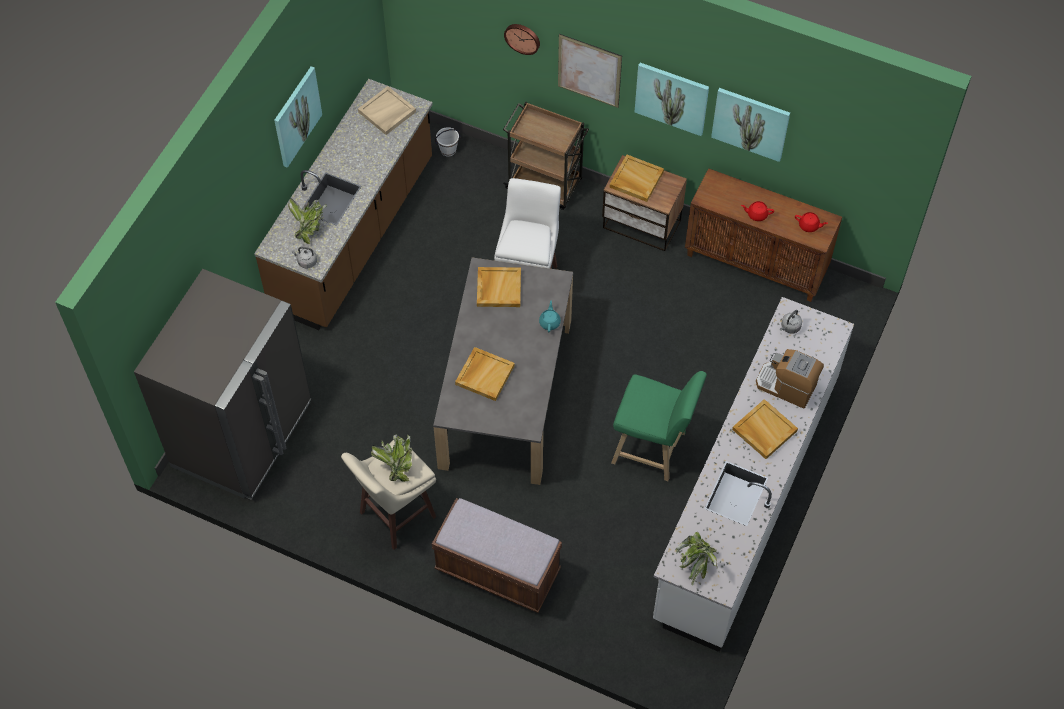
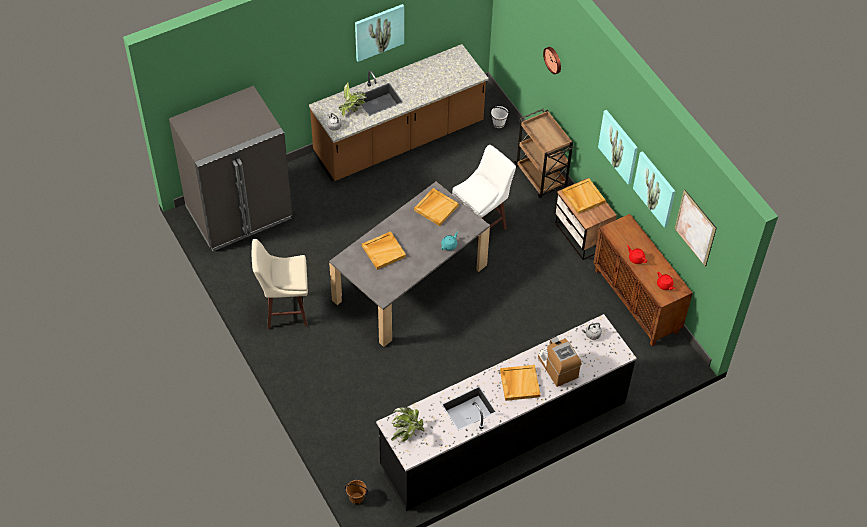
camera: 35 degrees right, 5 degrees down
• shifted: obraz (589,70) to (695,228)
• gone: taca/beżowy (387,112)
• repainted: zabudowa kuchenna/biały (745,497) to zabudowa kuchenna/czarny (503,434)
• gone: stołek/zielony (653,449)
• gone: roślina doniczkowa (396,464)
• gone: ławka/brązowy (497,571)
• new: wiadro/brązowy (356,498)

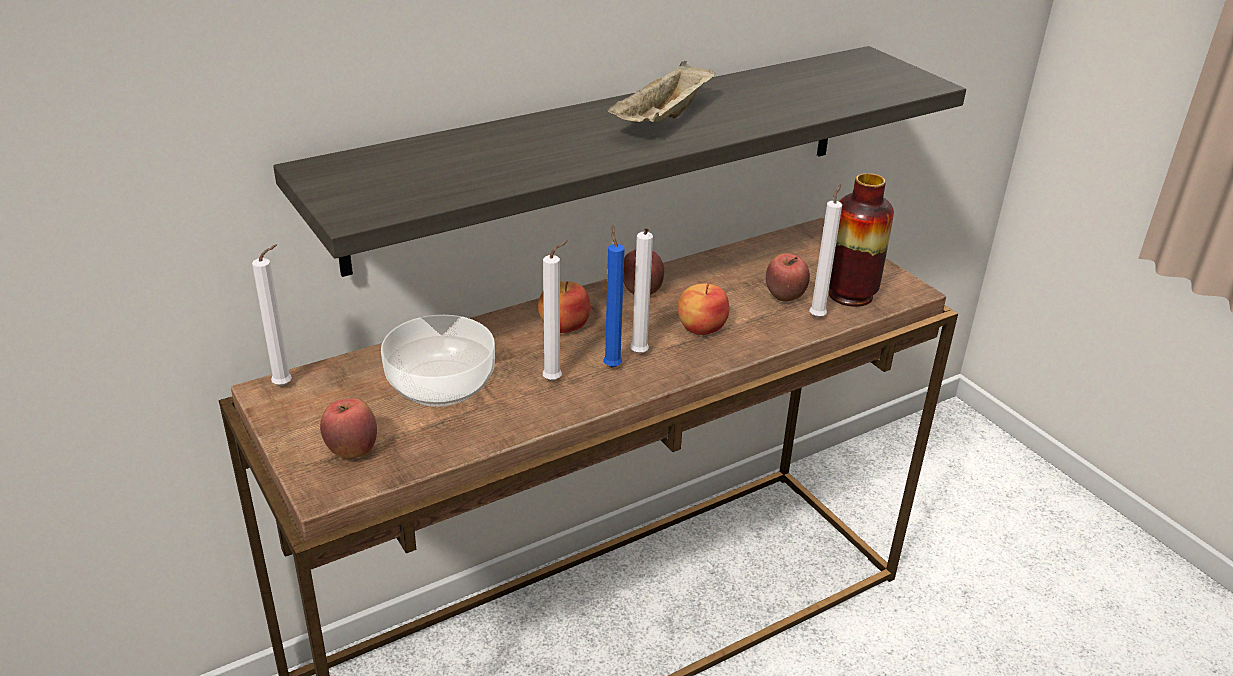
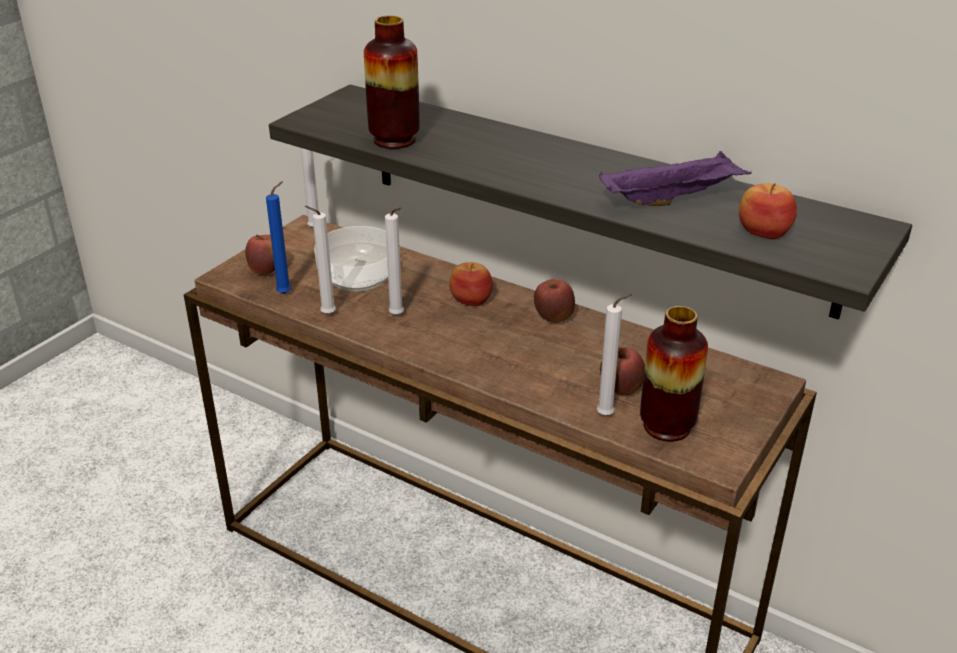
camera: 65 degrees right, 0 degrees up
• gone: taca/beżowy (663,120)
• shifted: świeca/niebieski (612,365) to (286,293)
• shifted: świeca/biały (638,355) to (325,315)
• shifted: jabłko (701,328) to (763,231)
• new: wazon (394,140)
• new: taca/fioletowy (672,198)

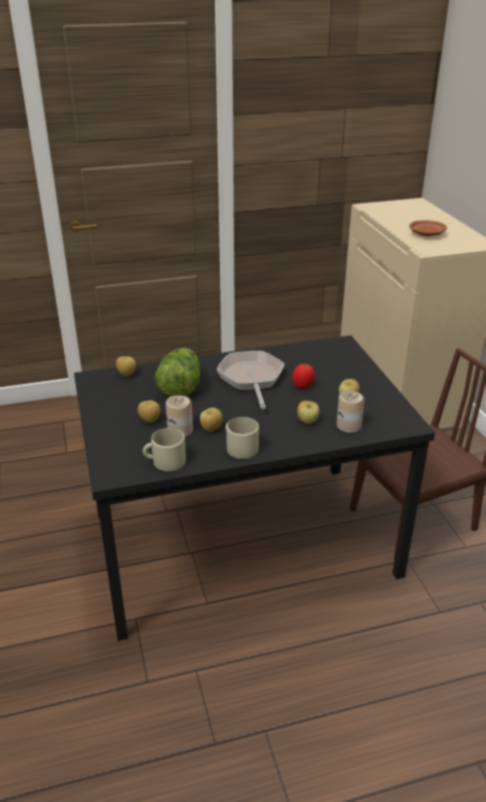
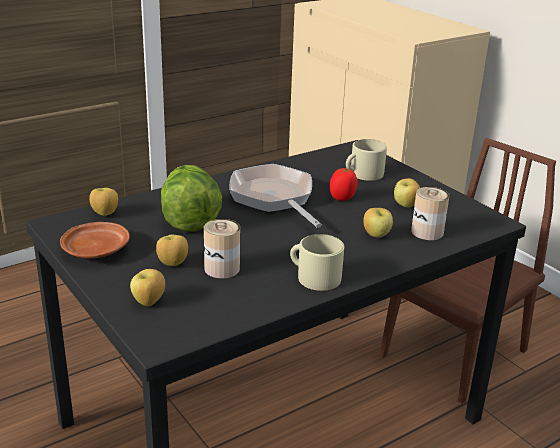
camera: 20 degrees left, 5 degrees down
• shifted: talerz/brązowy (427,234) to (96,250)
• shifted: jabłko (211,429) to (149,302)
• shifted: kubek/beżowy (165,461) to (363,174)

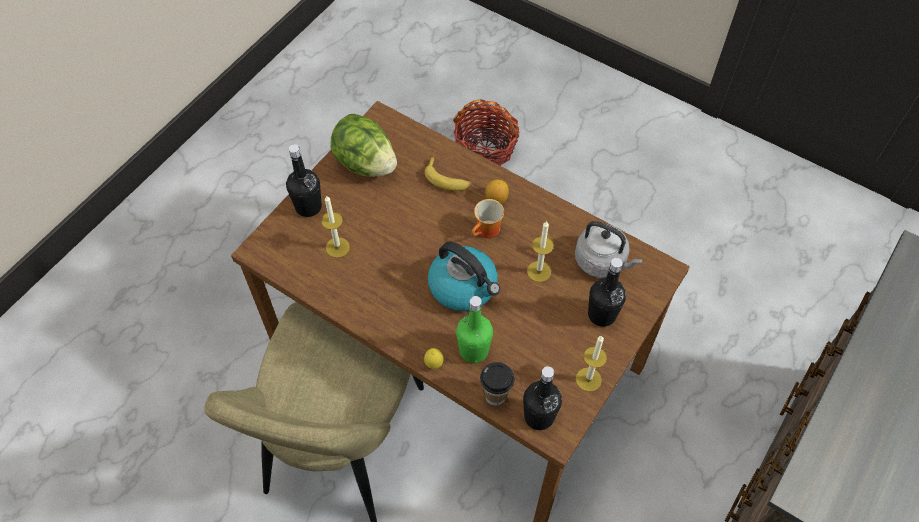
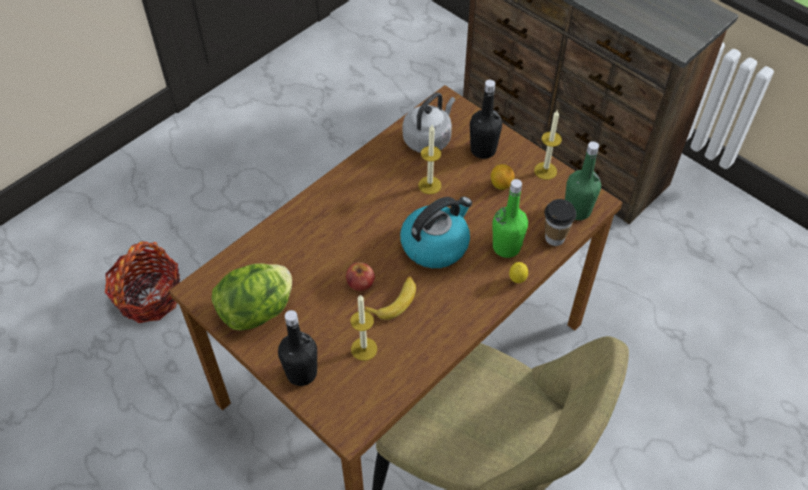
camera: 80 degrees left, 5 degrees down
• shifted: banan (448,179) to (394,301)
• shifted: cytryna (496,198) to (501,185)
• gone: kubek (487,231)
• repainted: butelka/czarny (539,416) to butelka/zielony (577,210)
• new: jabłko (360,282)

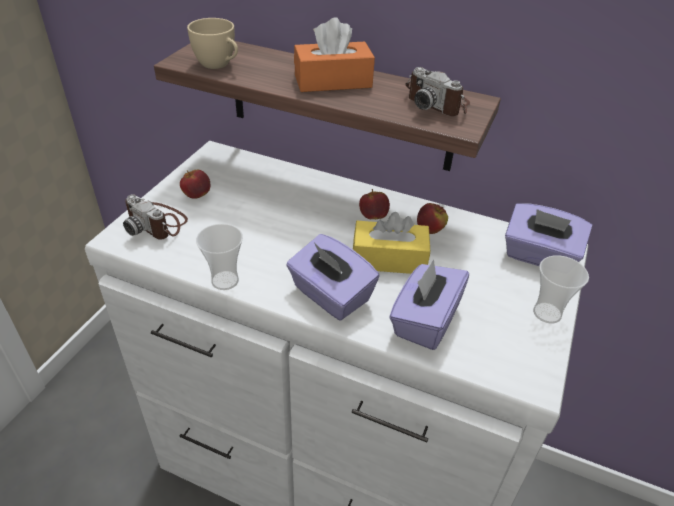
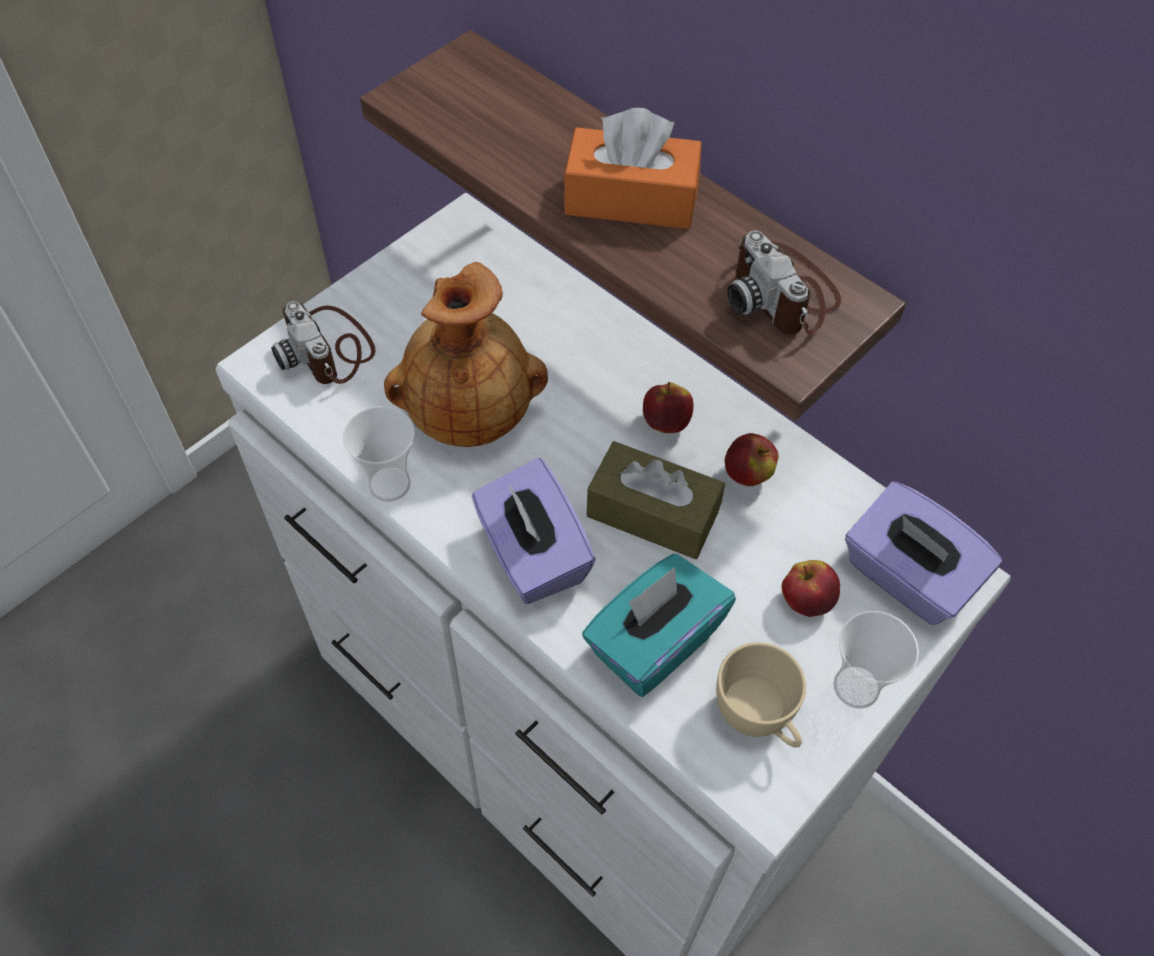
camera: 20 degrees right, 15 degrees up
• shifted: filiżanka/beżowy (219,65) to (758,719)
• shifted: jabłko (197,195) to (806,601)
• repainted: pudełko chusteczek/żółty (389,259) to pudełko chusteczek/brązowy (652,513)
• repainted: pudełko chusteczek/fioletowy (424,321) to pudełko chusteczek/turkusowy (653,642)
• new: wazon/brązowy (469,413)

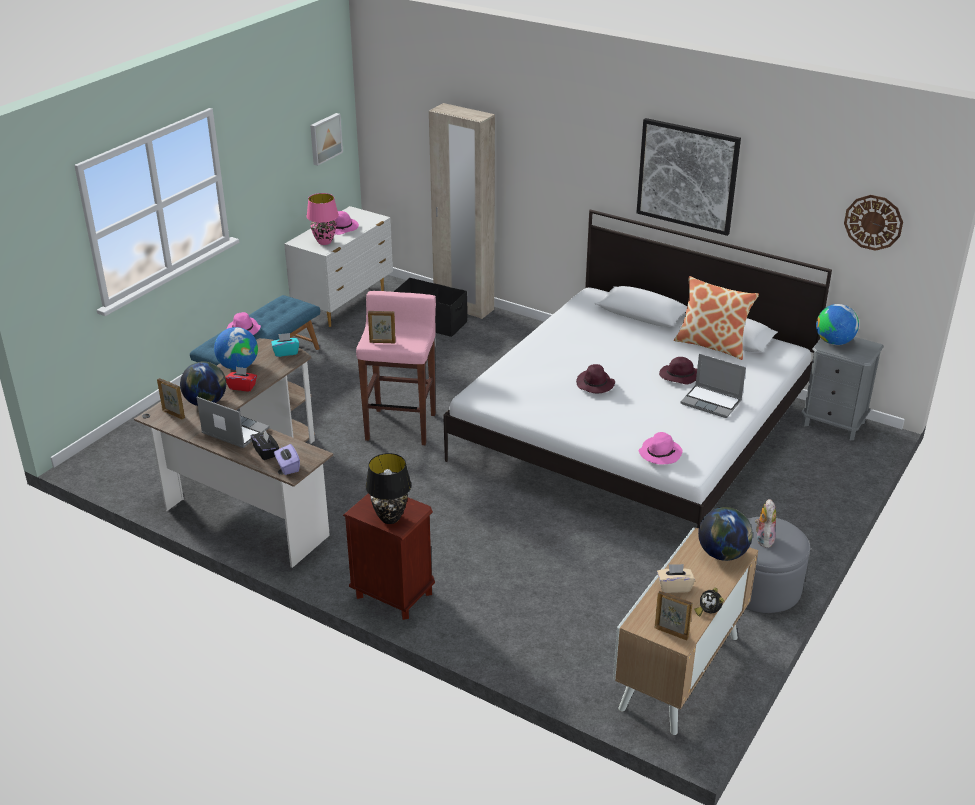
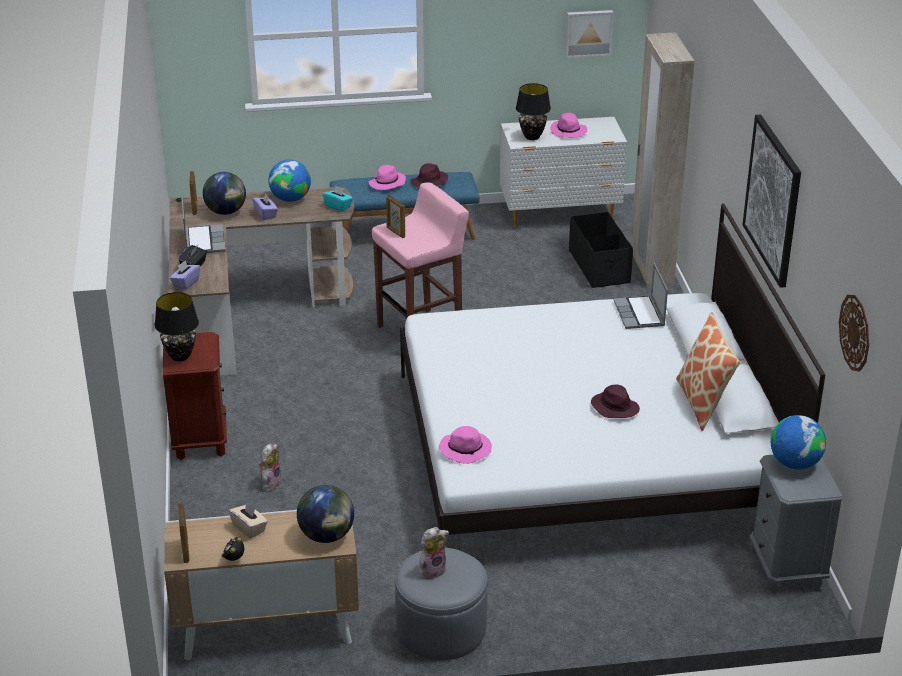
camera: 50 degrees right, 0 degrees up
• repainted: lampa stołowa/różowy (324,242) to lampa stołowa/czarny (531,137)
• shifted: laptop (712,402) to (640,314)
• shifted: kapelusz/fioletowy (595,384) to (429,182)
• repainted: pudełko chusteczek/czerwony (242,387) to pudełko chusteczek/fioletowy (265,214)
• new: pluszak (270,483)

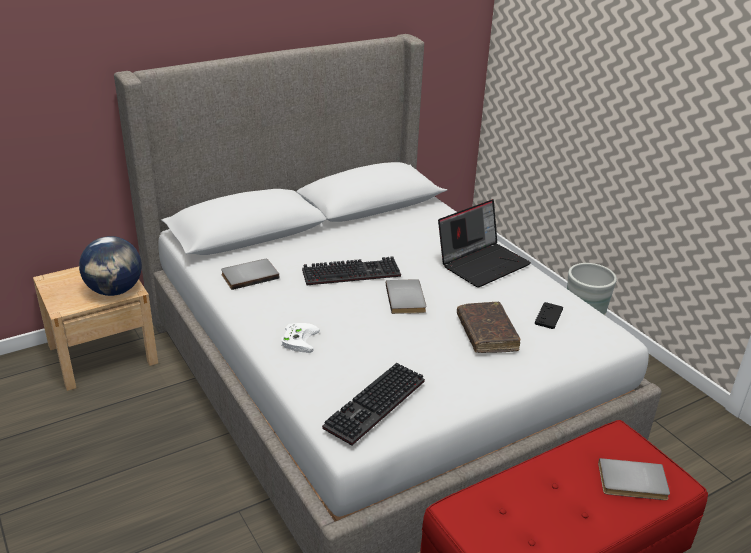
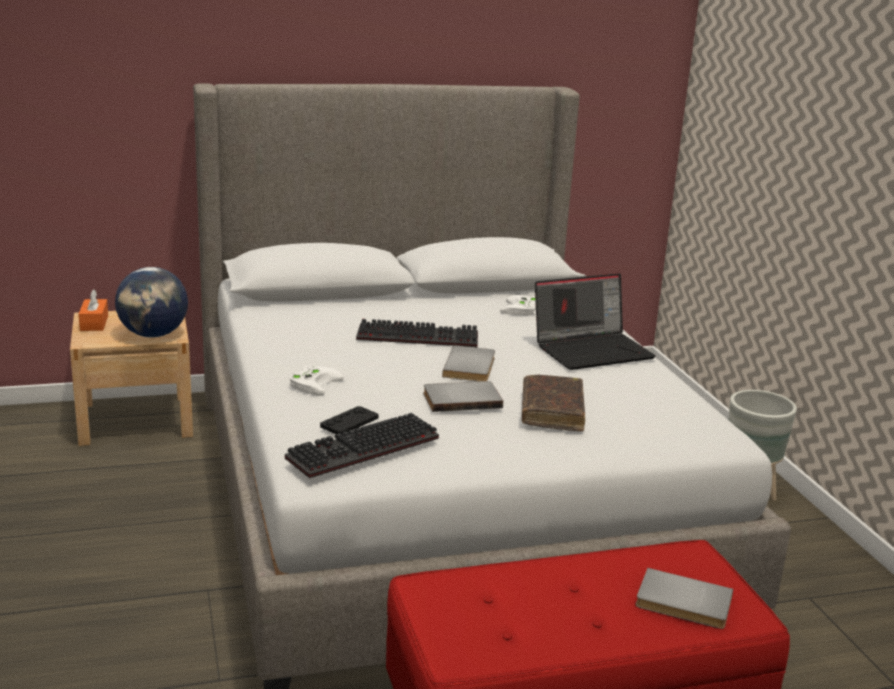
camera: 15 degrees right, 10 degrees down
• shifted: książka/szary (249,275) to (461,399)
• shifted: pad do gier/czarny (548,316) to (349,422)
• new: pudełko chusteczek/pomarańczowy (94,323)
• new: pad do gier/biały (521,309)

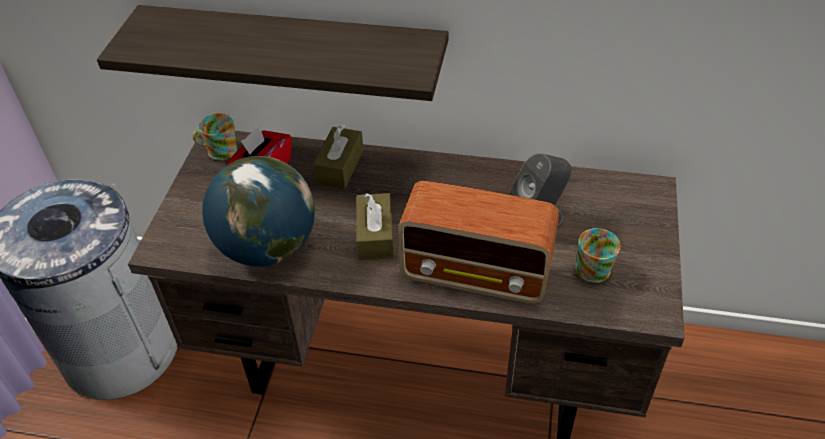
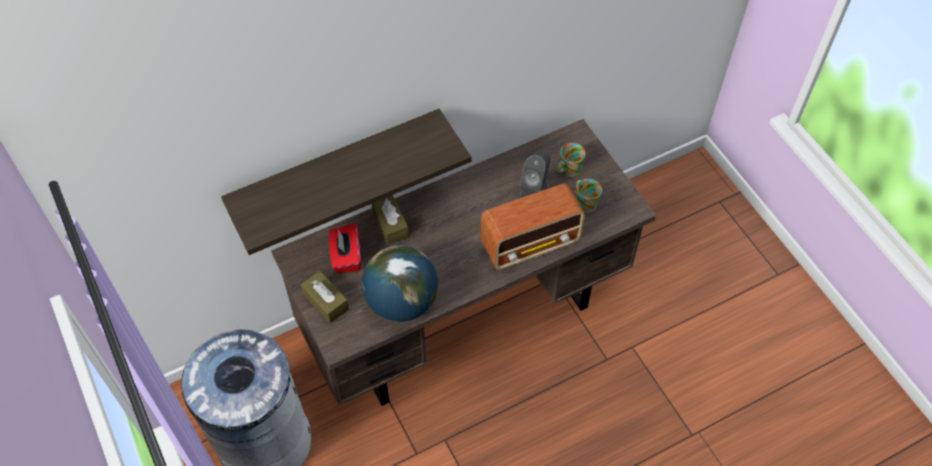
camera: 40 degrees left, 10 degrees up
• shifted: kubek (218,150) to (567,169)
• shifted: pudełko chusteczek/brązowy (375,235) to (326,301)

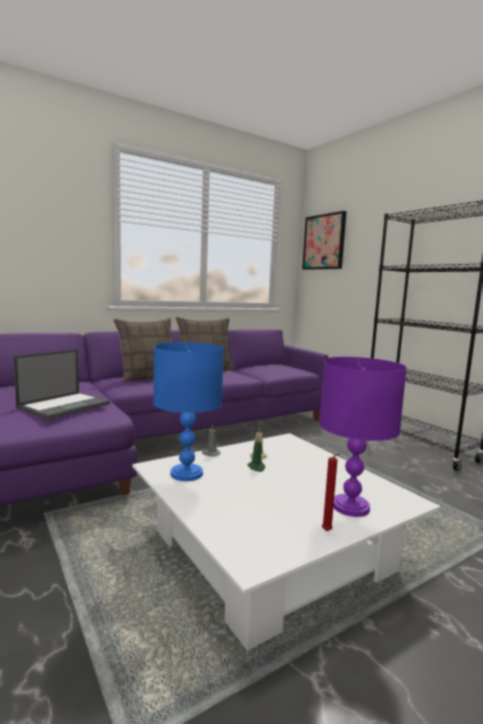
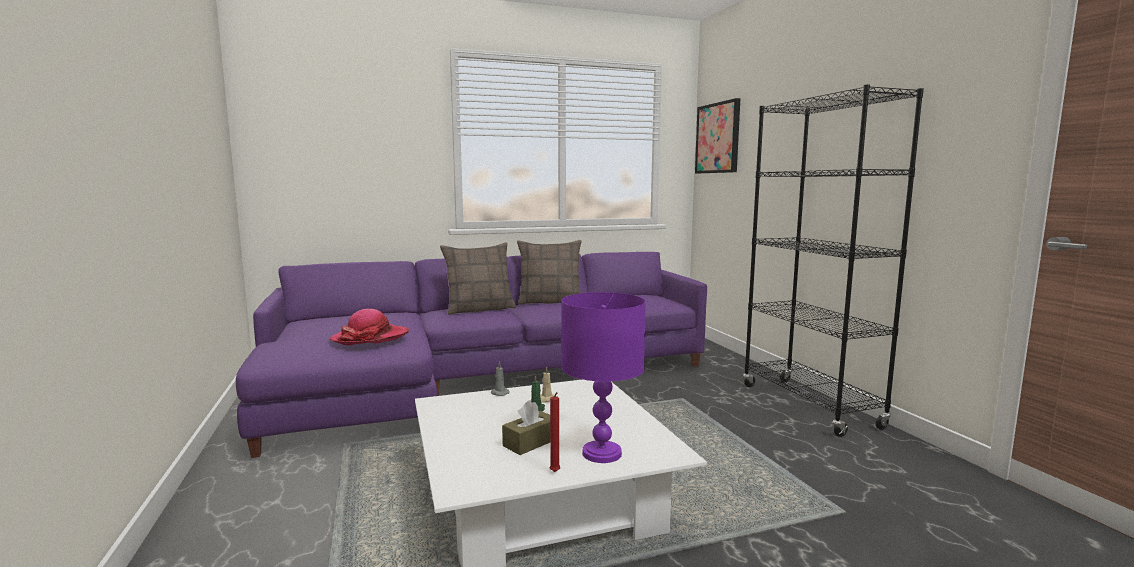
camera: 15 degrees right, 0 degrees up
• gone: lampa stołowa/niebieski (186,474)
• swapped: laptop (65,405) to kapelusz (370,338)
• new: pudełko chusteczek/brązowy (530,442)

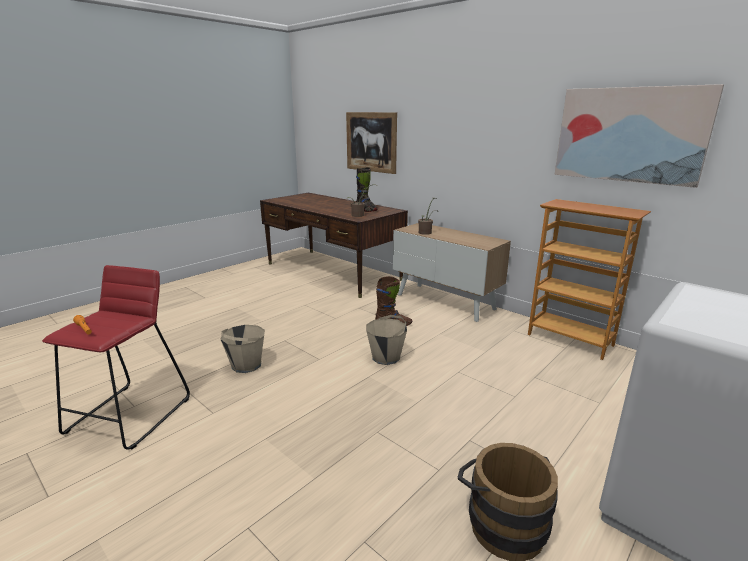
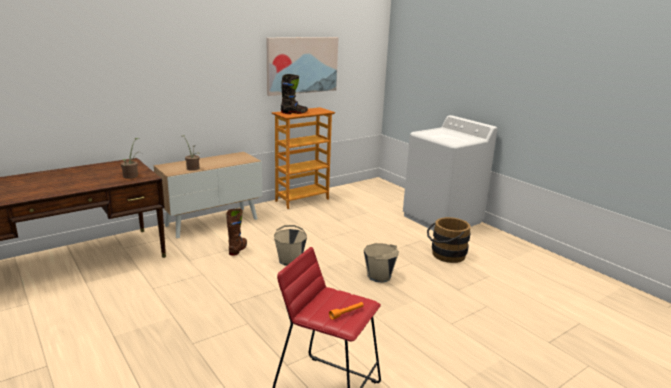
camera: 80 degrees left, 0 degrees up
• gone: obraz (371,142)
• shifted: but z cholewką/czarny (366,210) to (294,113)
• shifted: wiadro/beżowy (246,365) to (379,276)

